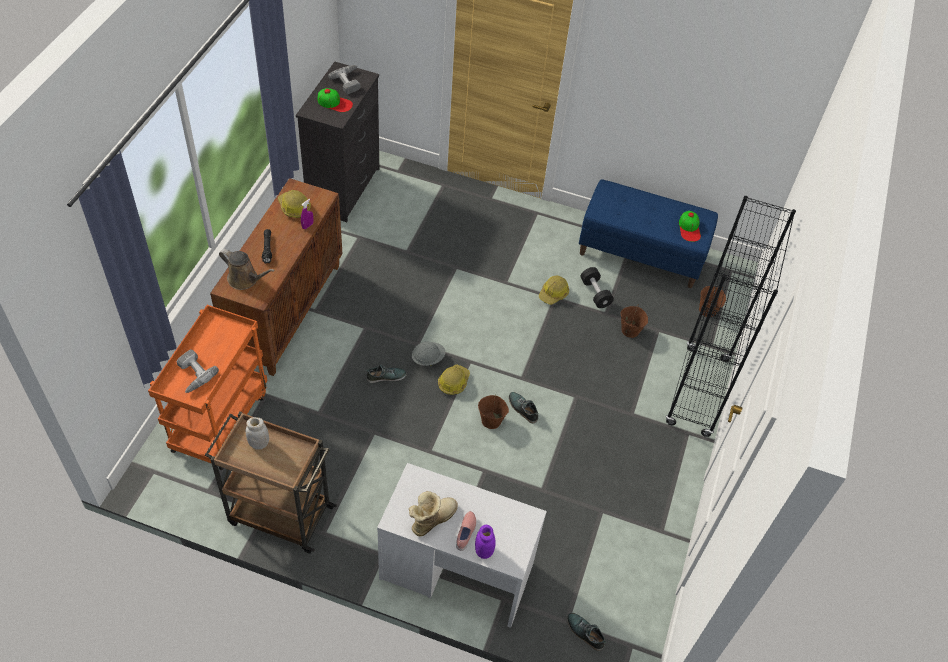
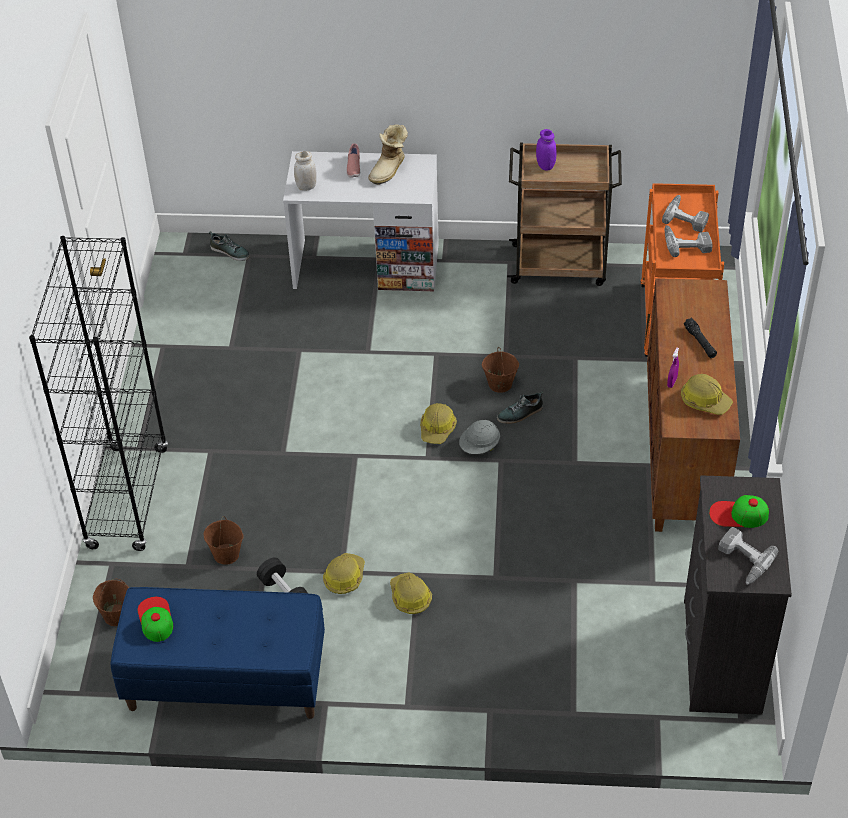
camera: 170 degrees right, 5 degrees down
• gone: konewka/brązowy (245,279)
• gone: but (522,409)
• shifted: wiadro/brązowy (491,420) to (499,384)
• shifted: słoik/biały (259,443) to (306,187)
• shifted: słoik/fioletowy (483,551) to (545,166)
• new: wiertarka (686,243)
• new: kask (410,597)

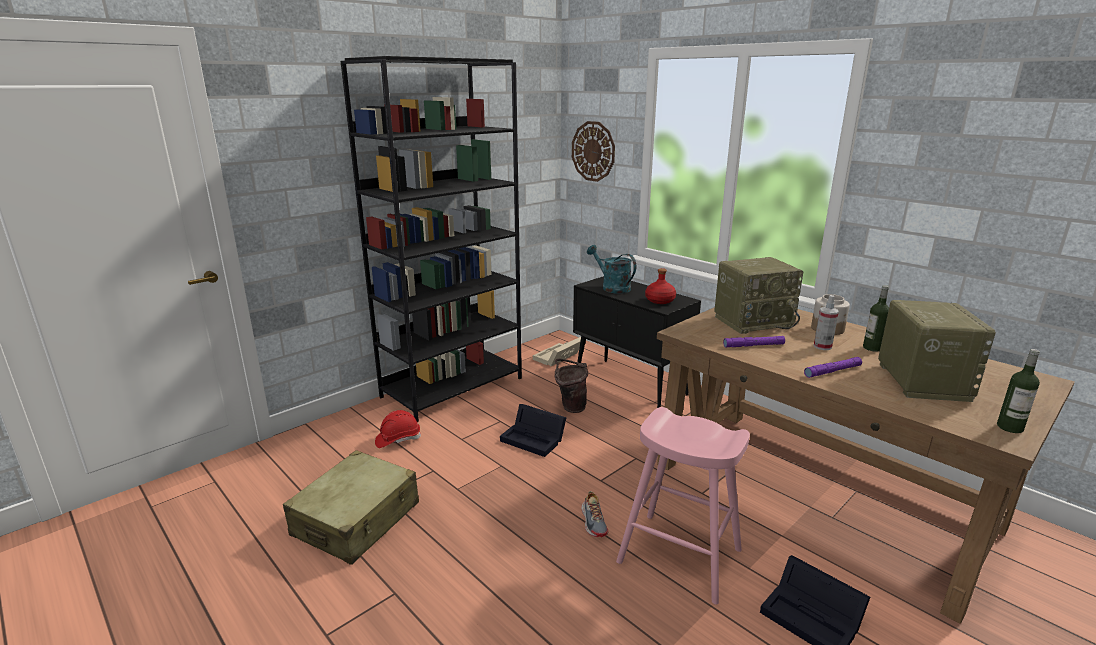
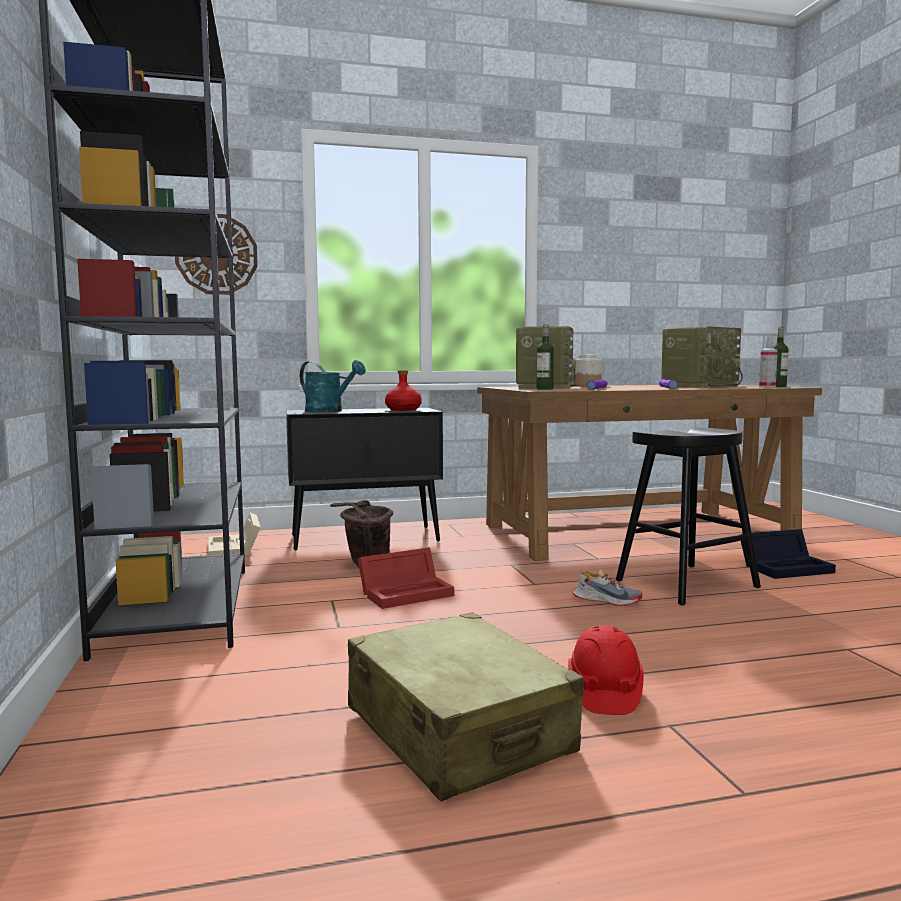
camera: 60 degrees left, 15 degrees down
• rotated: konewka/turkusowy (611,287) = (329,411) 135 degrees counterclockwise
• shifted: butelka (872,348) to (545,389)
• shifted: spryskiwacz (822,346) to (767,387)
• rotated: radio (921,381) = (699,386) 105 degrees clockwise
• repainted: pojemnik do przechowywania/czarny (535,439) to pojemnik do przechowywania/czerwony (407,593)
• repainted: stołek/różowy (680,556) to stołek/czarny (687,584)
• shifted: kask/czerwony (398,439) to (604,692)

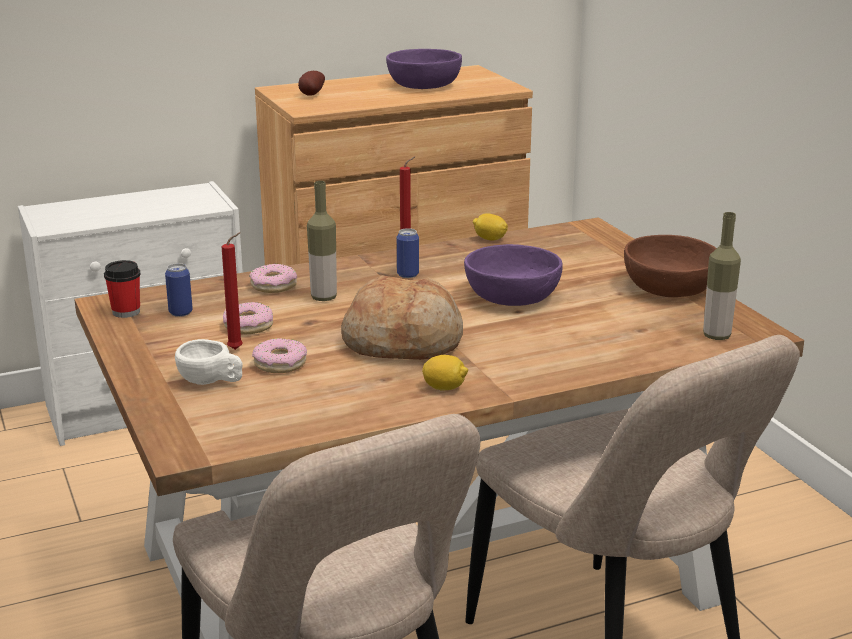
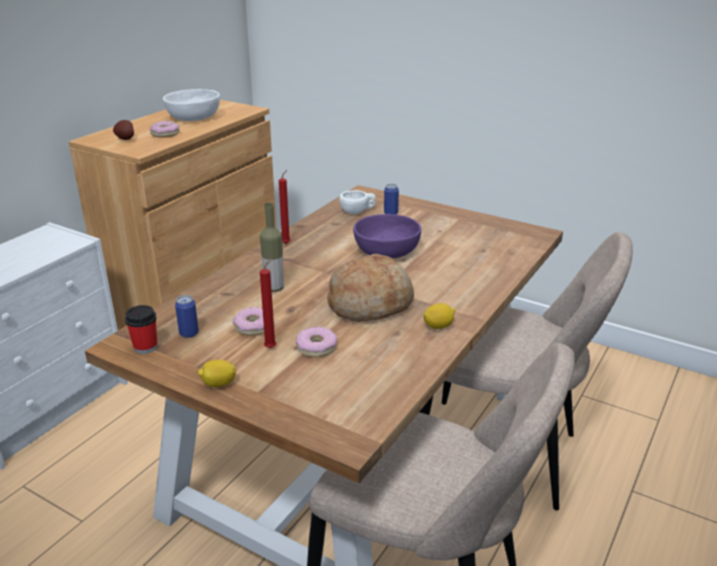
camera: 35 degrees left, 5 degrees up
• repainted: miska/fioletowy (423,85) to miska/biały (193,117)
• gone: butelka (716,336)
• shifted: cytryna (490,239) to (218,384)
• shifted: puszka (408,274) to (390,213)
• gone: miska/brązowy (670,287)
• shifted: donut (274,286) to (165,134)
• shifted: filiżanka/biały (211,382) to (358,211)

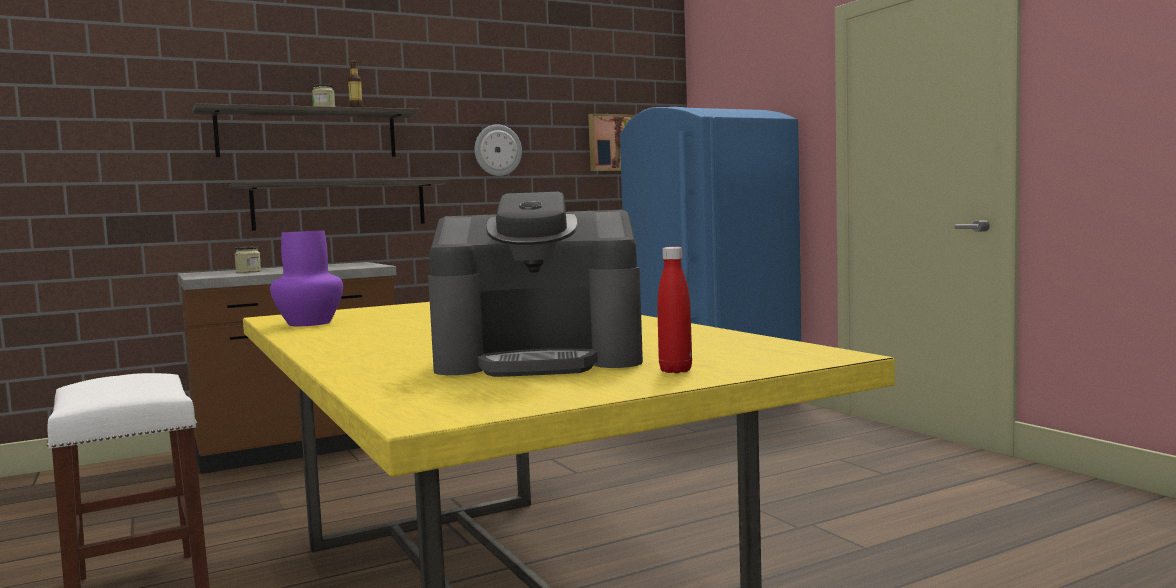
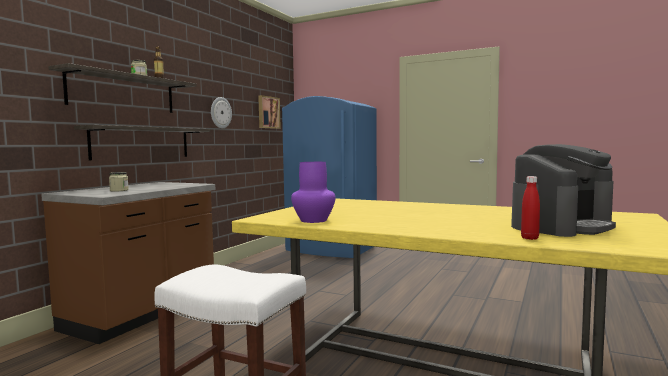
camera: 35 degrees left, 0 degrees up
• shifted: butelka/czerwony (675,370) to (529,238)

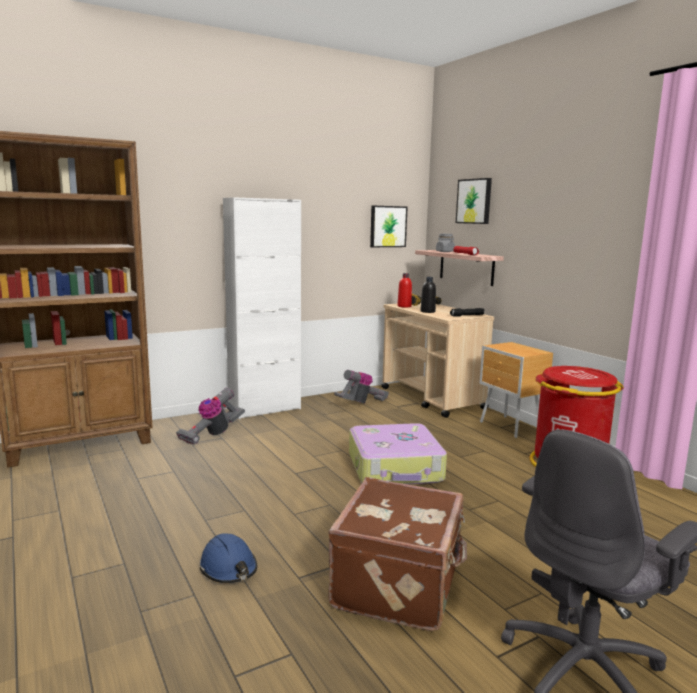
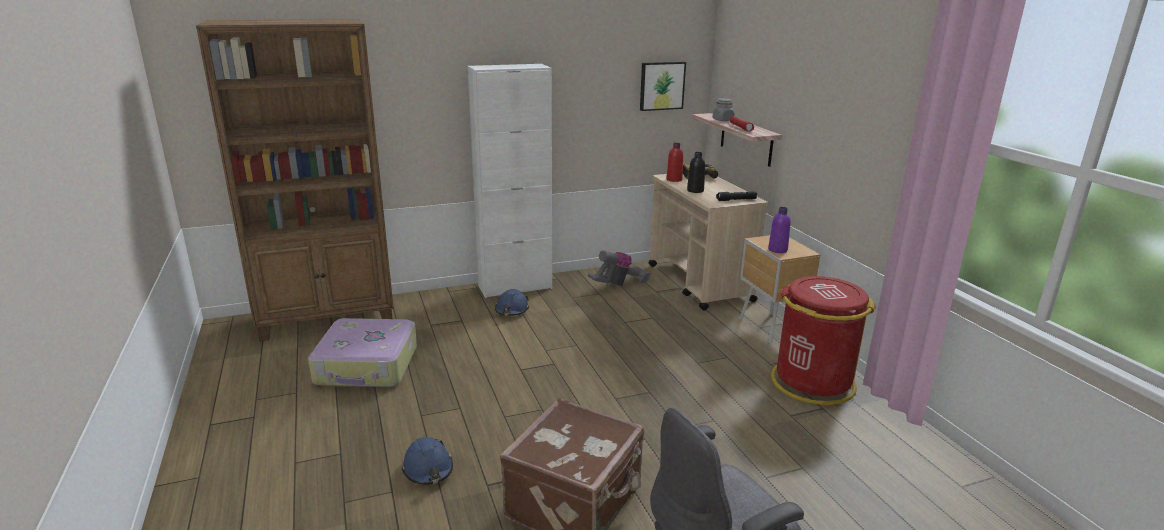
camera: 10 degrees right, 10 degrees up
• gone: obraz (474,201)
• gone: odkurzacz (212,434)
• shifted: walizka (395,468) to (367,366)
• new: butelka/fioletowy (777,250)
• new: kask/niebieski (512,310)

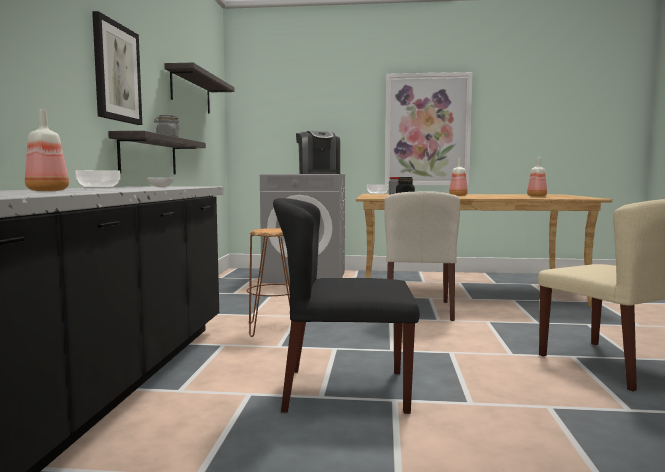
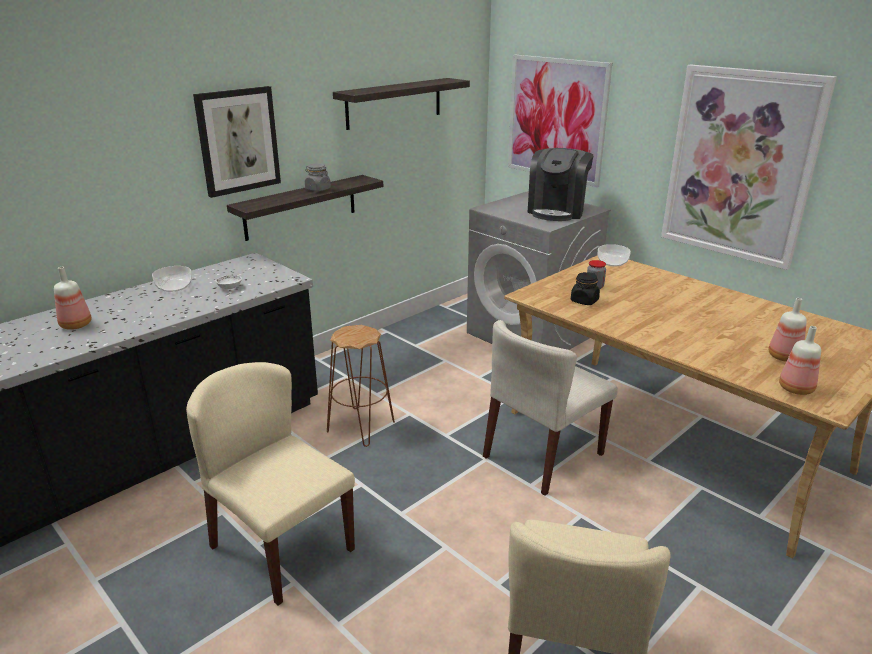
camera: 40 degrees right, 20 degrees up
• shifted: butelka (458,195) to (795,389)
• repainted: krzesło/czarny (344,390) to krzesło/beżowy (281,547)
• new: obraz (556,119)

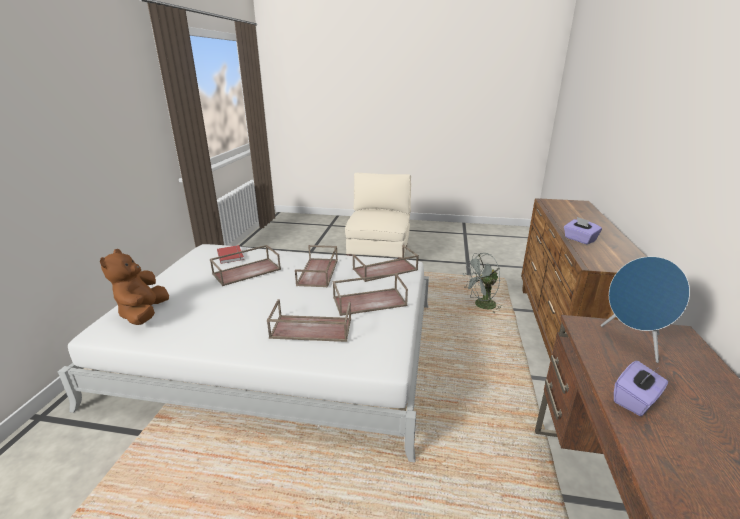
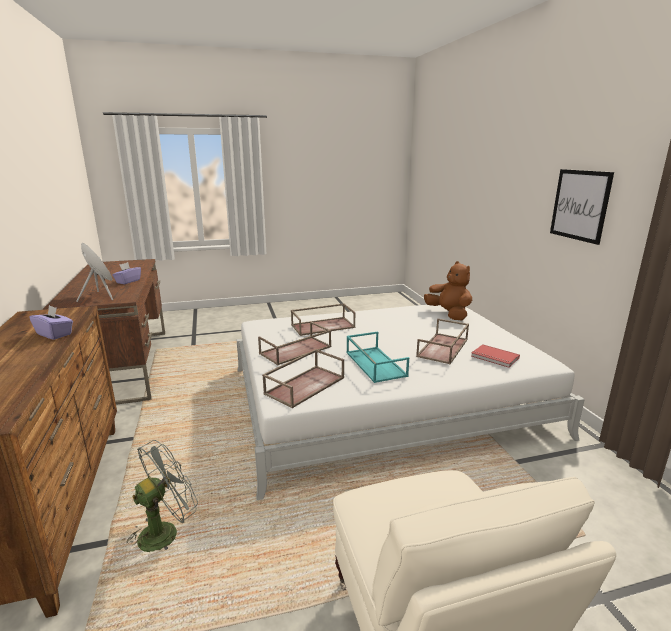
camera: 155 degrees right, 5 degrees down
• repainted: taca/brązowy (318,272) to taca/turkusowy (374,364)
• new: obraz (580,205)

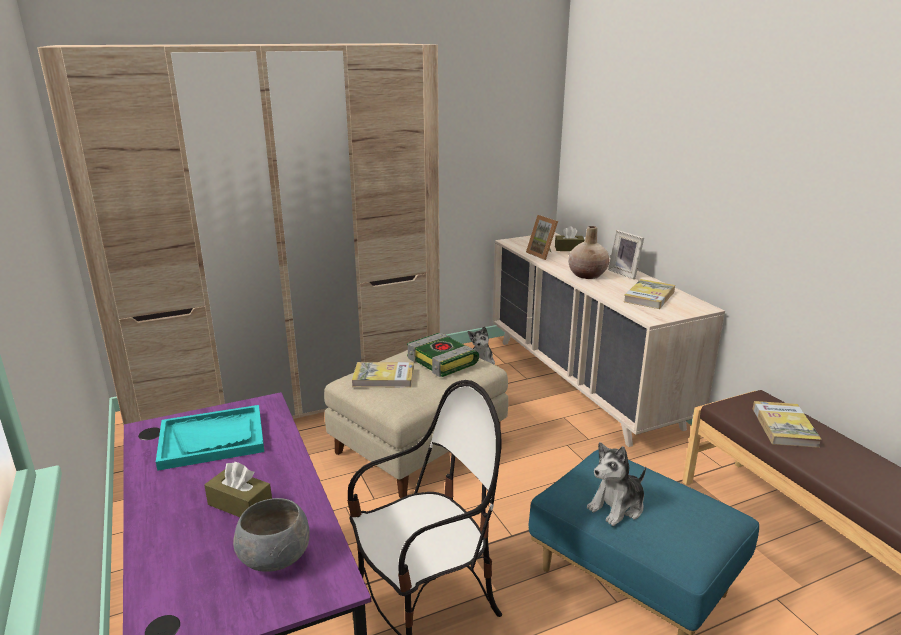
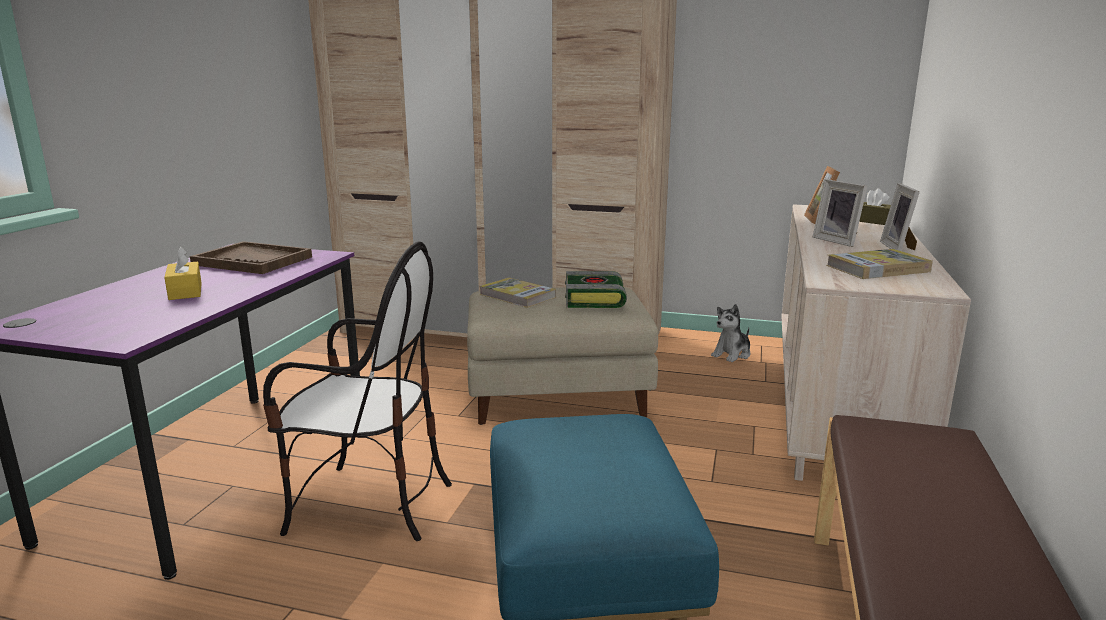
camera: 40 degrees right, 5 degrees down
• swapped: wazon/beżowy (587,275) to ramka na zdjęcie (838,241)
• gone: książka (784,427)
• repainted: taca/turkusowy (212,439) to taca/brązowy (253,261)
• gone: pluszak (617,506)
• repainted: pudełko chusteczek/brązowy (240,504) to pudełko chusteczek/żółty (185,291)
• gone: miska/szary (274,556)

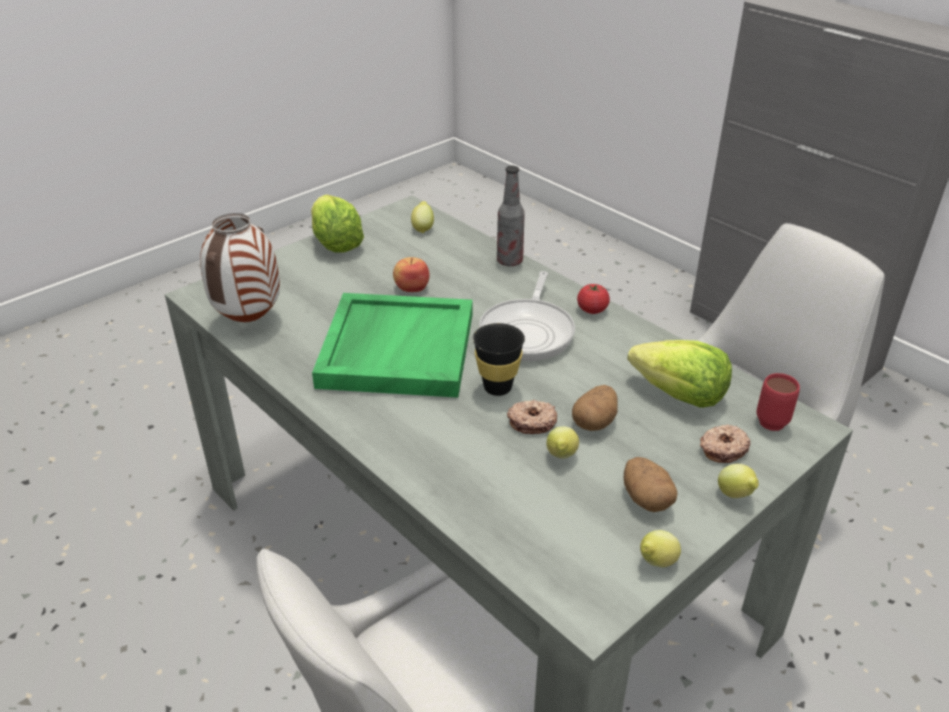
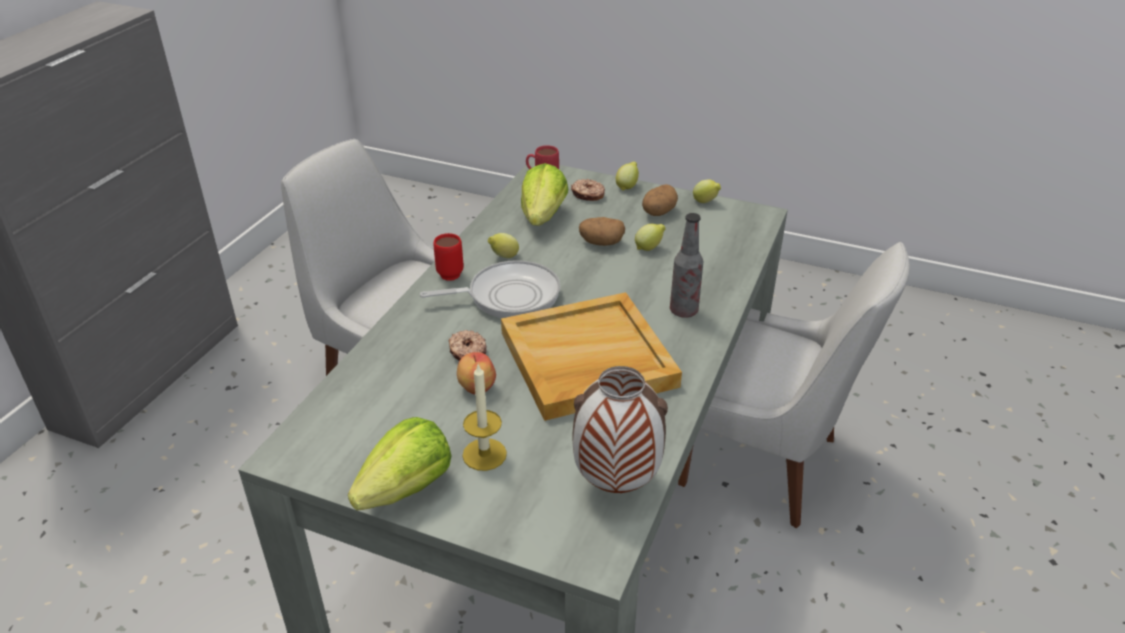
camera: 115 degrees left, 0 degrees up
• shifted: butelka (509,261) to (683,311)
• shifted: cytryna (423,228) to (503,257)
• swapped: pomidor (592,310) to kubek/czerwony (451,272)
• repainted: taca/zielony (396,348) to taca/beżowy (587,360)
• gone: filiżanka/czarny (497,387)
• shifted: donut (532,422) to (467,352)
• new: świeca (484,454)

